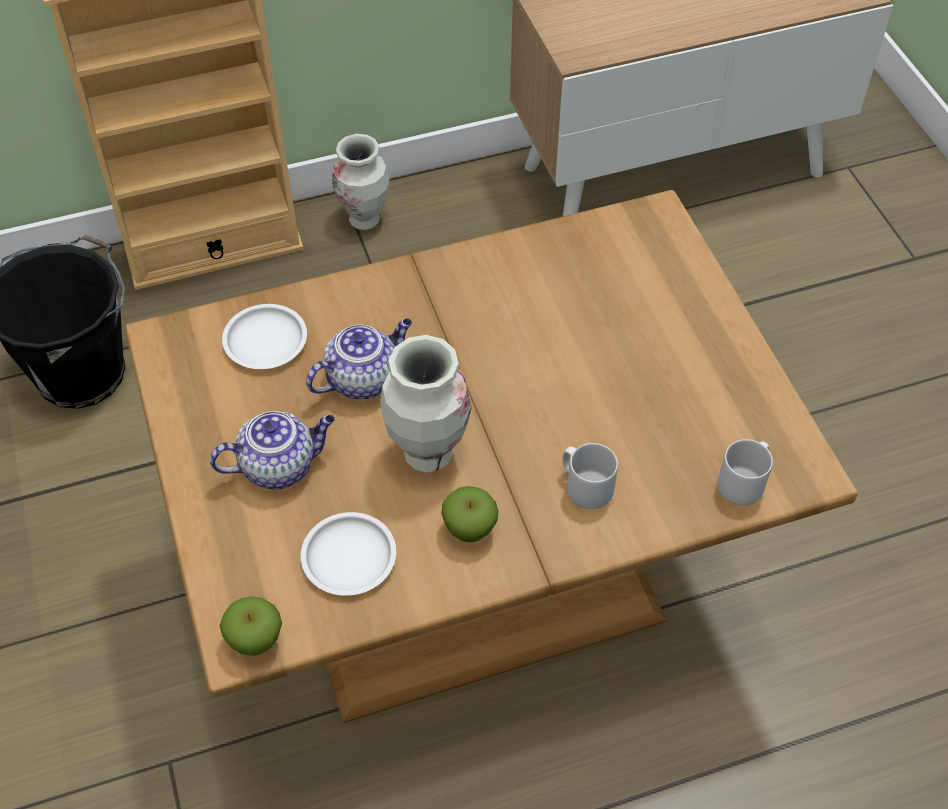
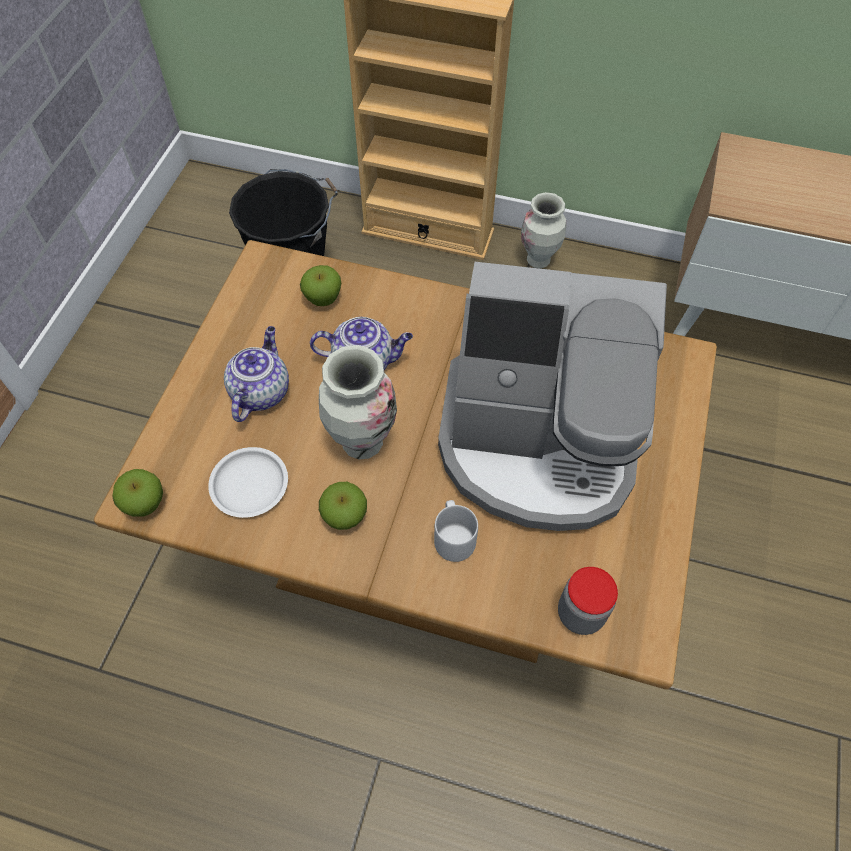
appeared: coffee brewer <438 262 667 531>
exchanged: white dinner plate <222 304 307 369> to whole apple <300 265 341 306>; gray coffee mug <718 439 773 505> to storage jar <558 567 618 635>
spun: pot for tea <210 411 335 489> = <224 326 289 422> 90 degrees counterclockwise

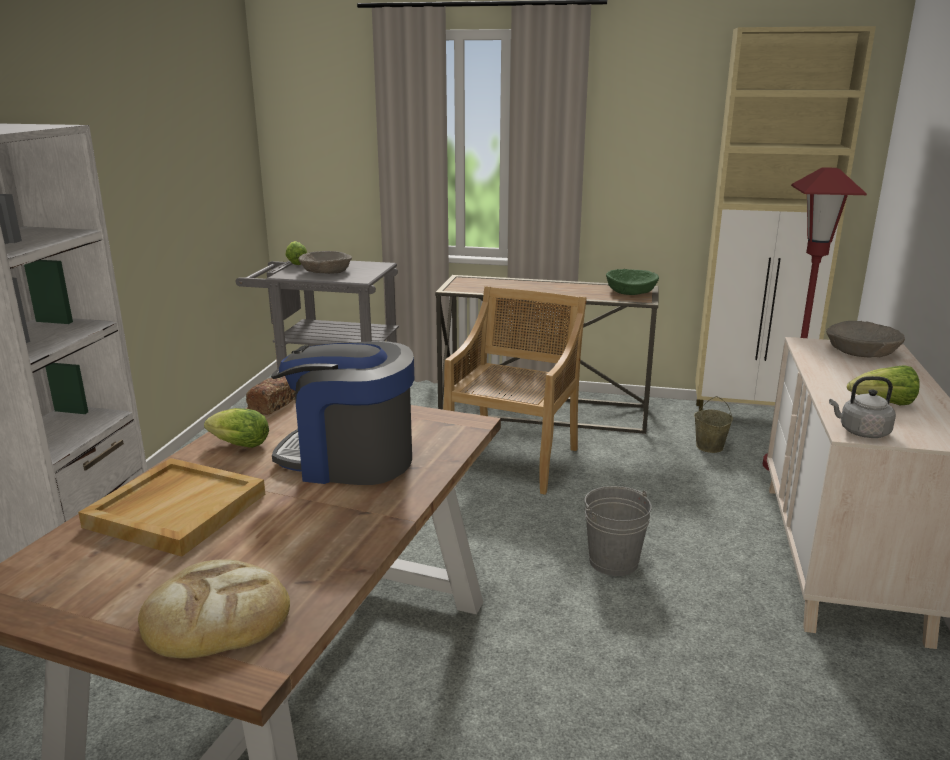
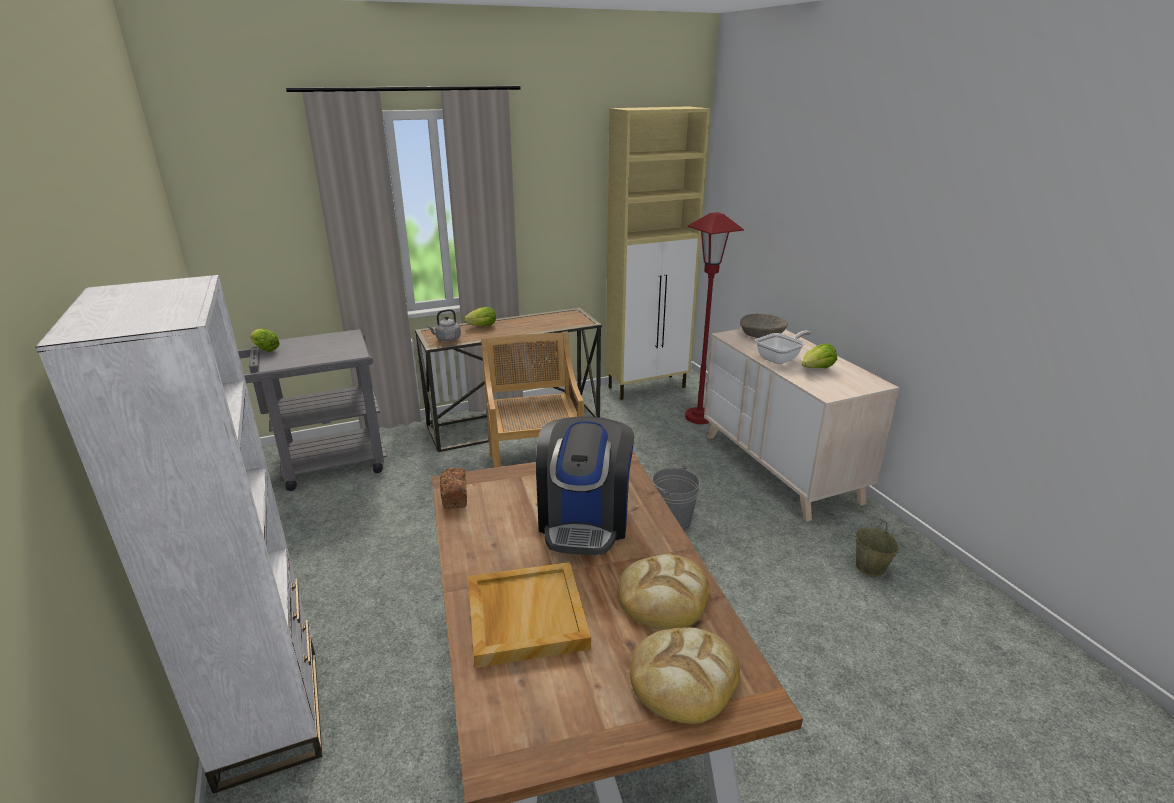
missing: beige-coloured bowl <299 251 352 274>; green-coloured bowl <606 269 659 295>
appeared: bakery bread <617 554 710 630>; skillet <755 331 811 364>
relocated: lettuce head <204 408 269 448> to <464 307 496 326>; beige-coloured water bucket <694 396 733 453> to <855 521 899 576>; gray tea kettle <829 376 896 438> to <427 309 461 341>
spun: coffee brewer <271 341 414 485> = <536 417 634 555> 60 degrees counterclockwise

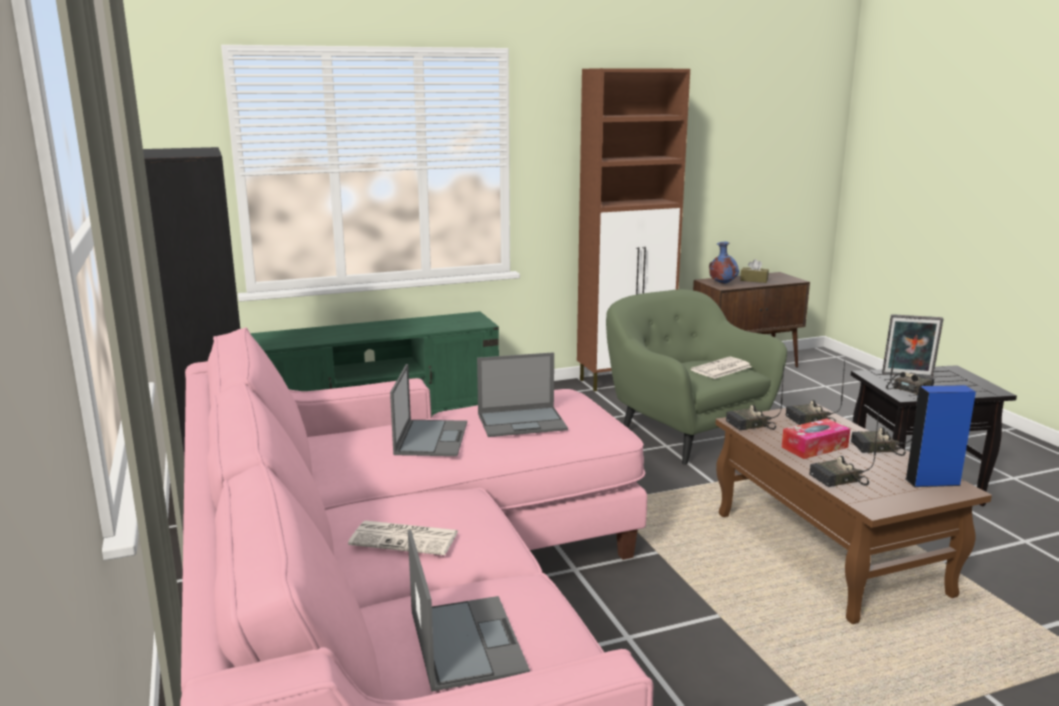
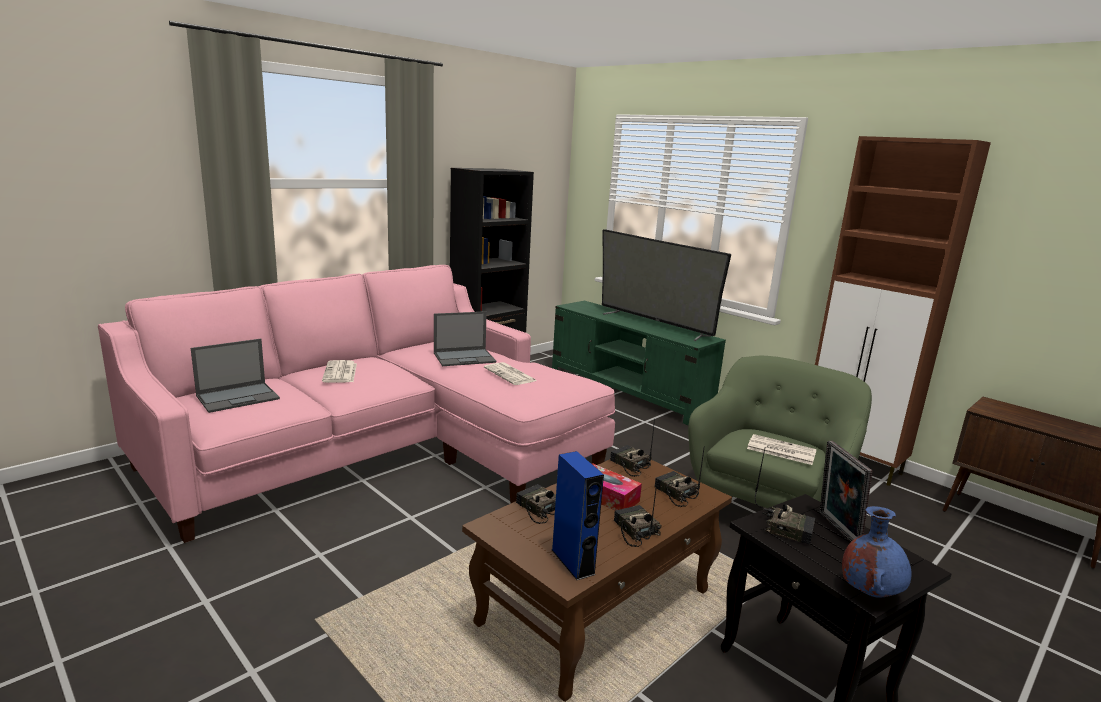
missing: brownish box of tissues <740 259 769 283>
appeared: television <602 229 731 341>
relocated: bluish flower vase <709 242 739 284> to <842 506 911 598>
exchanged: portable computer <477 352 568 437> to daily paper <484 362 536 385>

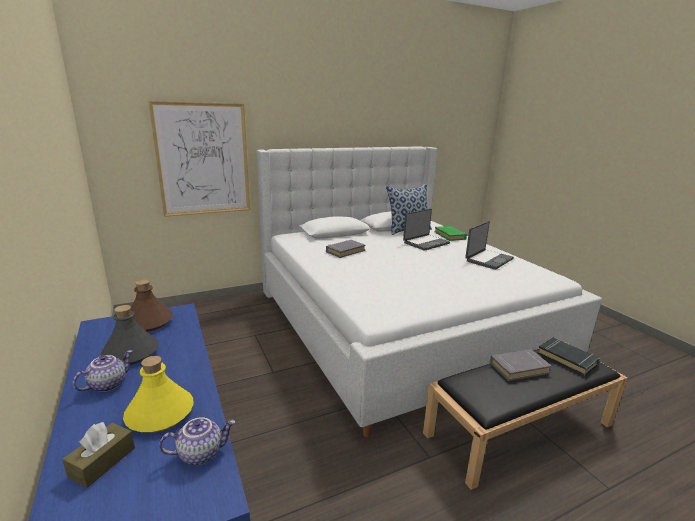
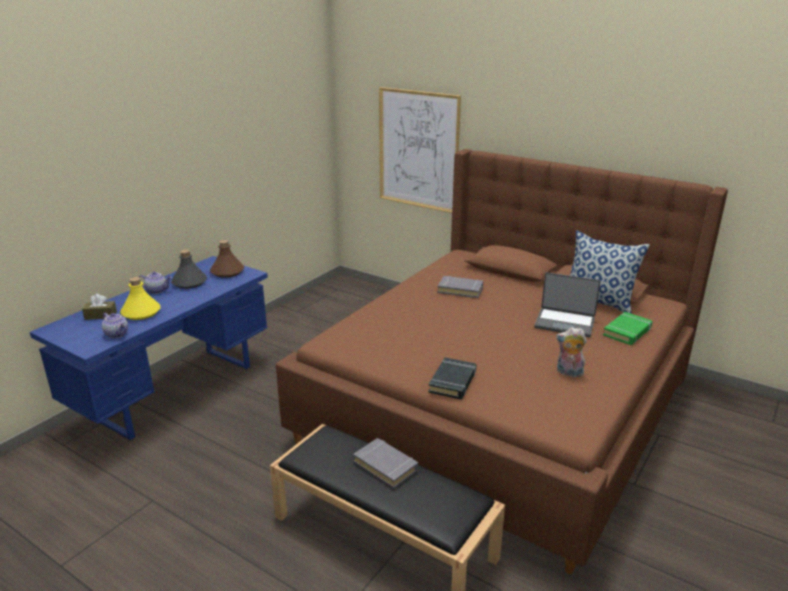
relocated: black-coloured bound book <538 338 600 376> to <428 357 476 399>
exchanged: portable computer <465 221 514 270> to soft toy <556 327 587 377>
colour: white bed <256 147 602 437> to brownish bed <276 149 728 574>

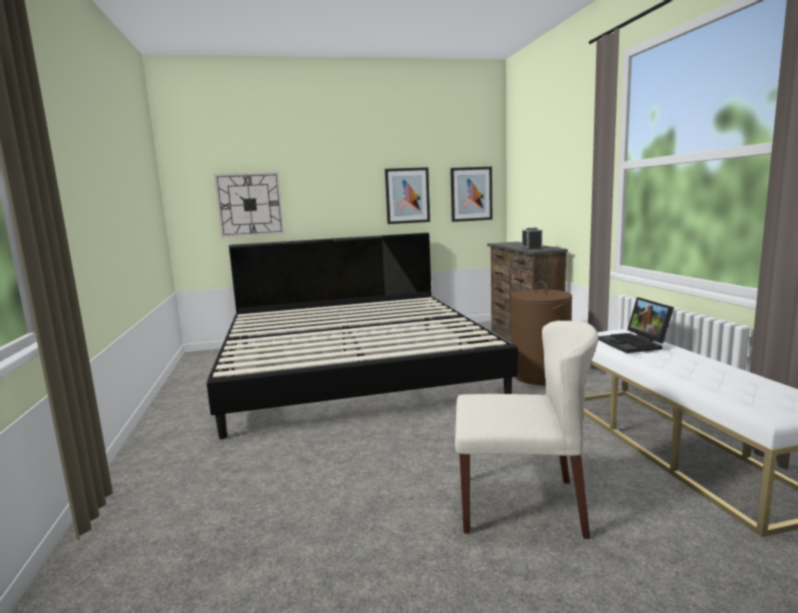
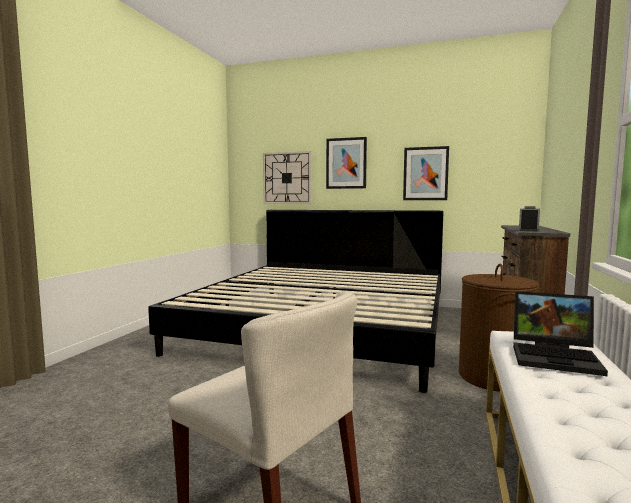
relocated: picture <450 167 492 222> to <326 137 367 189>
spun: portable computer <598 297 674 353> = <513 291 608 376> 90 degrees counterclockwise

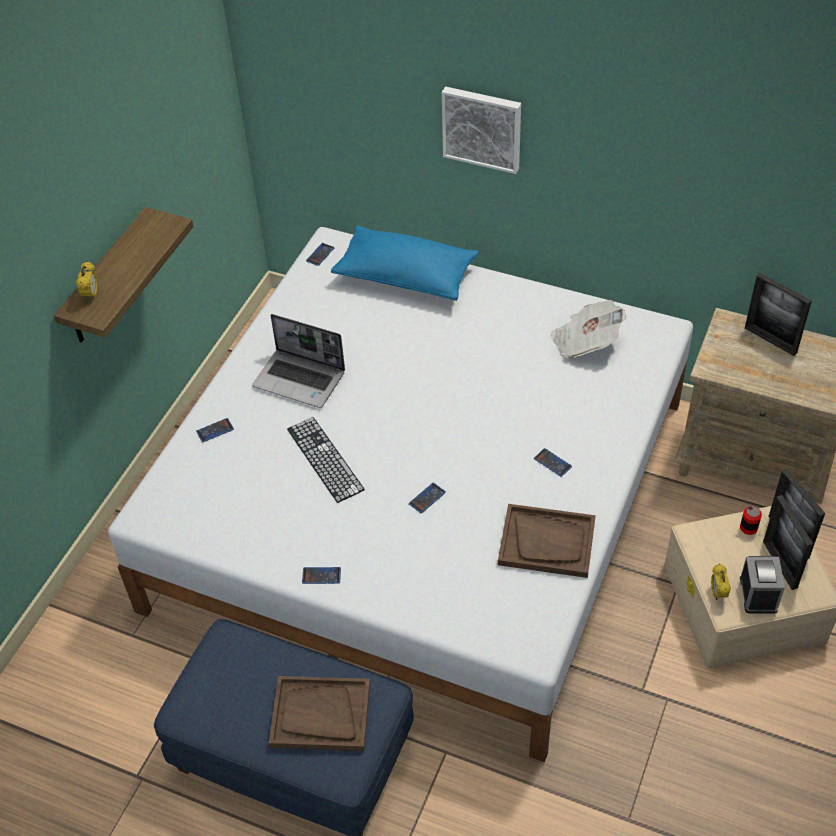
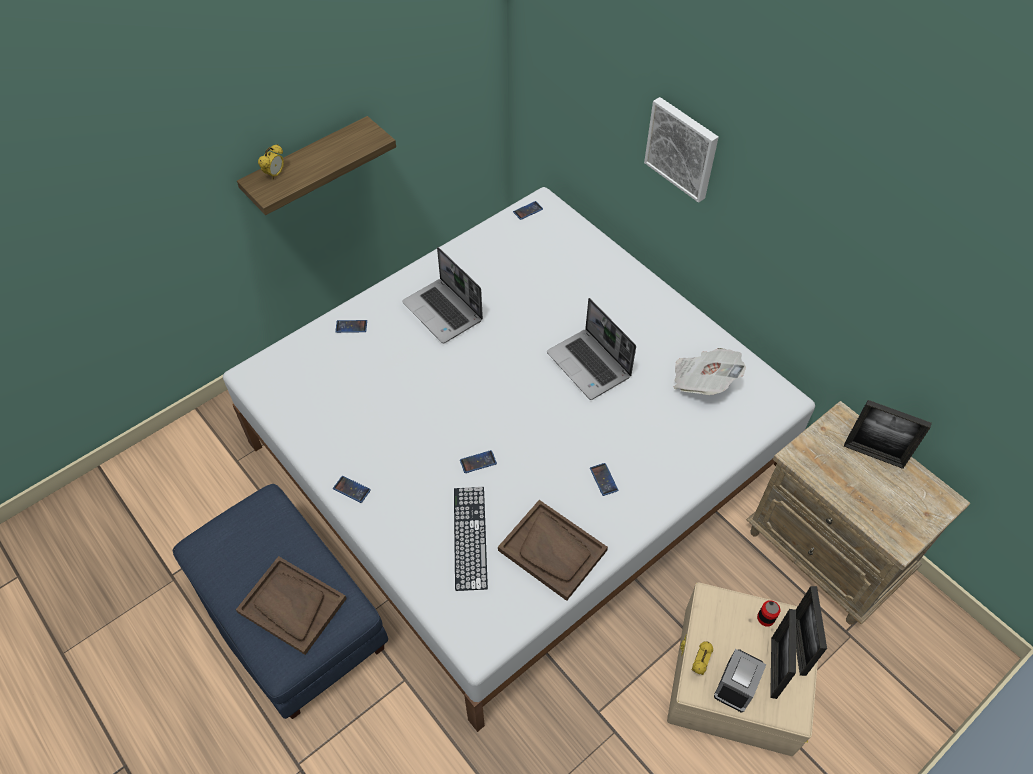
missing: bluish pillow <331 226 479 301>
appeared: portable computer <547 298 636 400>
relocated: PC keyboard <287 417 365 503> to <454 487 488 591>
spun: picture frame <745 273 812 356> = <844 400 932 469> 45 degrees counterclockwise

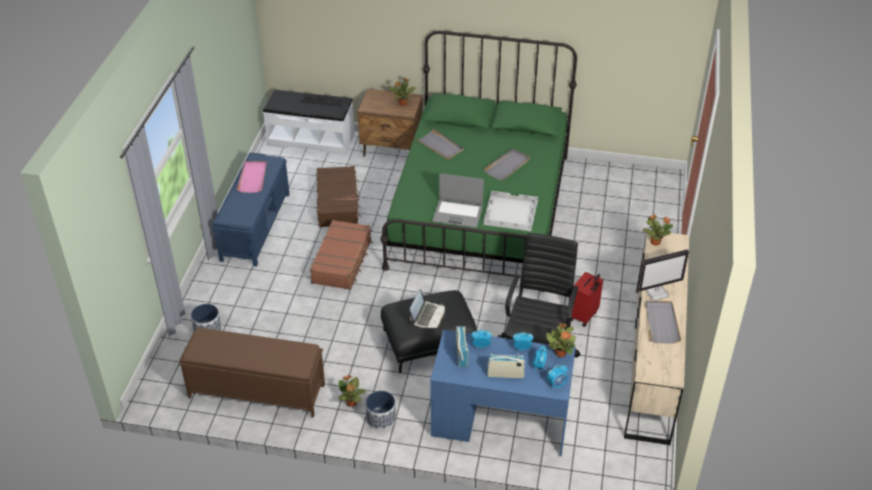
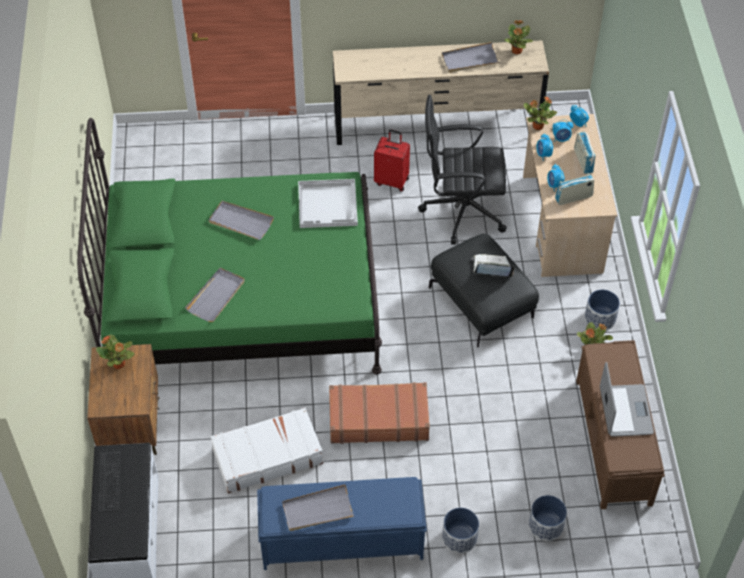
missing: monitor <636 249 689 301>
appeared: flower pot <442 508 479 554>
relocated: portable computer <433 174 484 228> to <600 362 654 437>; plant in a pot <643 215 673 246> to <504 20 533 54>
colour: pinkish carrying tray <237 161 267 193> to gray carrying tray <282 484 354 531>; brownish suitcase <316 166 361 227> to white suitcase <211 408 323 494>; bluish desk table <430 330 576 456> to beige-coloured desk table <523 114 617 277>

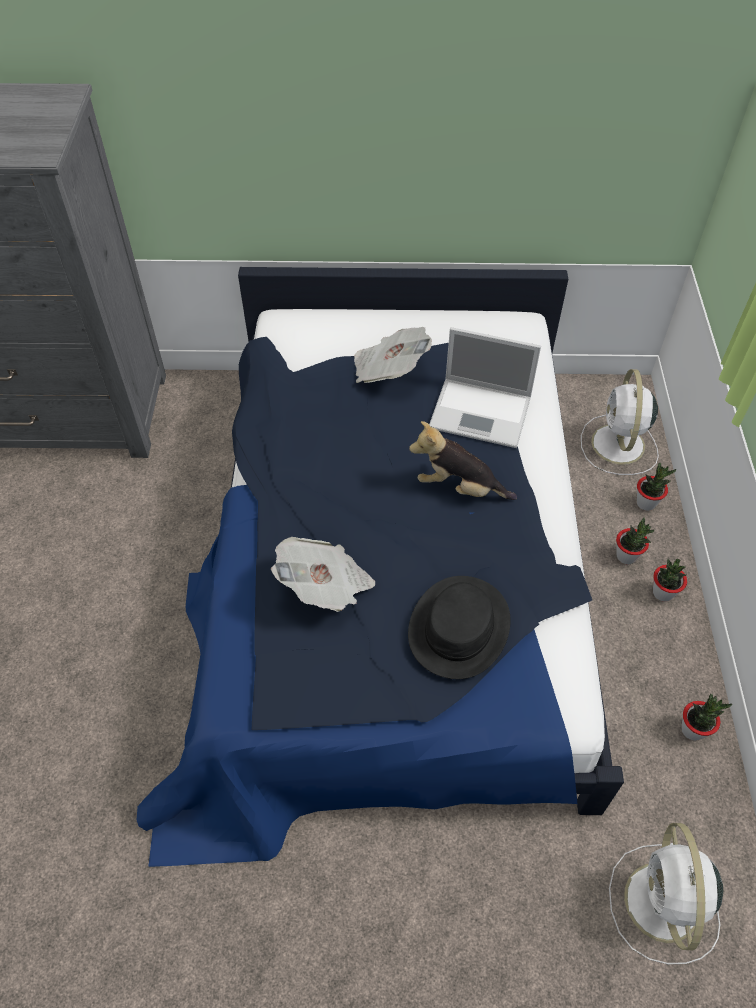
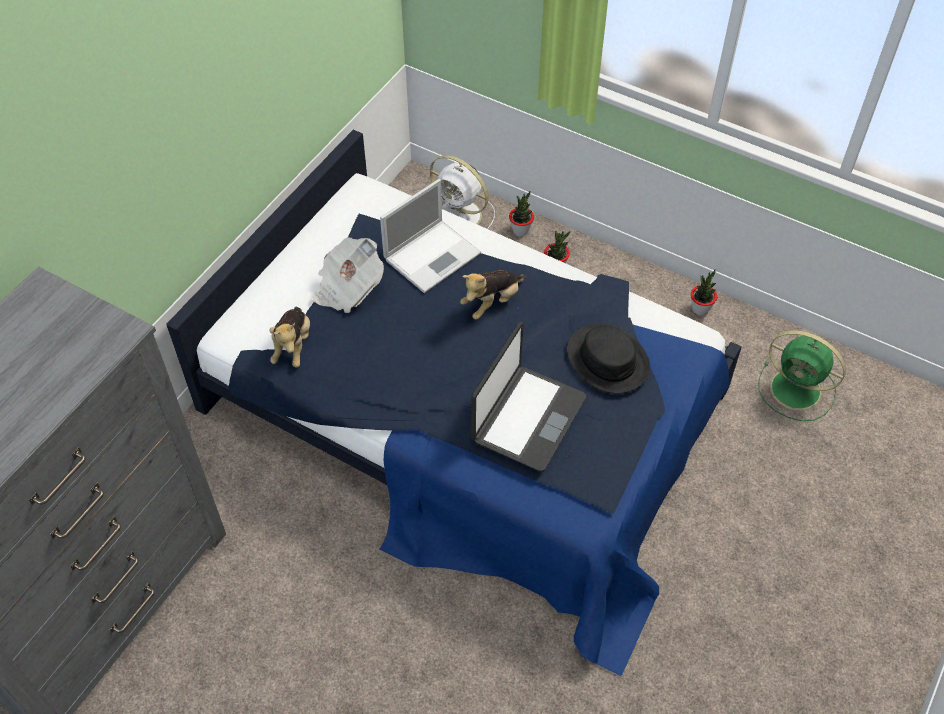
missing: plant in a pot <653 559 687 602>
appeared: soft toy <270 307 310 368>
exchanged: daily paper <271 537 375 612> to portable computer <471 322 586 472>
colour: white cooling fan <609 823 723 964> to green-coloured cooling fan <758 331 846 421>

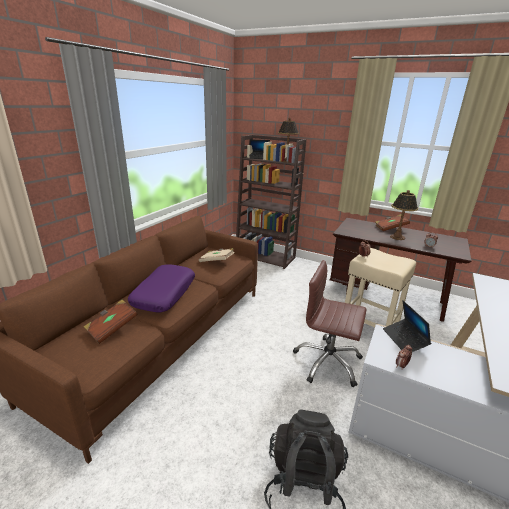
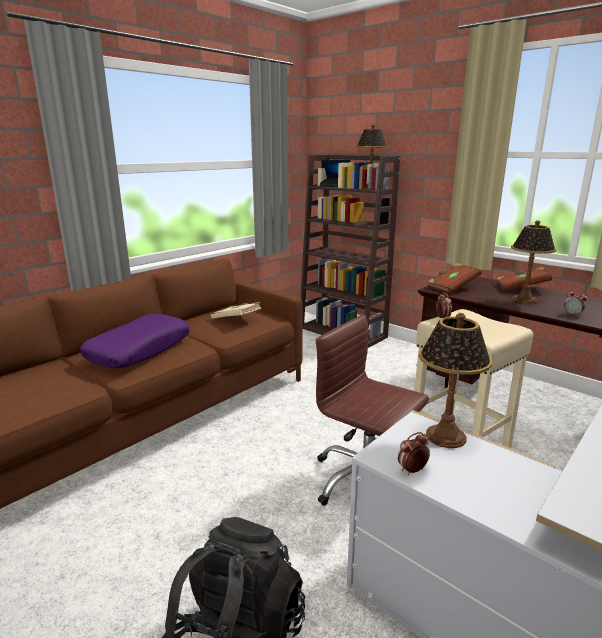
relocated: brownish bound book <84 300 138 344> to <428 263 482 293>
exchanged: portable computer <383 300 431 352> to lamp for a table <418 313 492 448>

